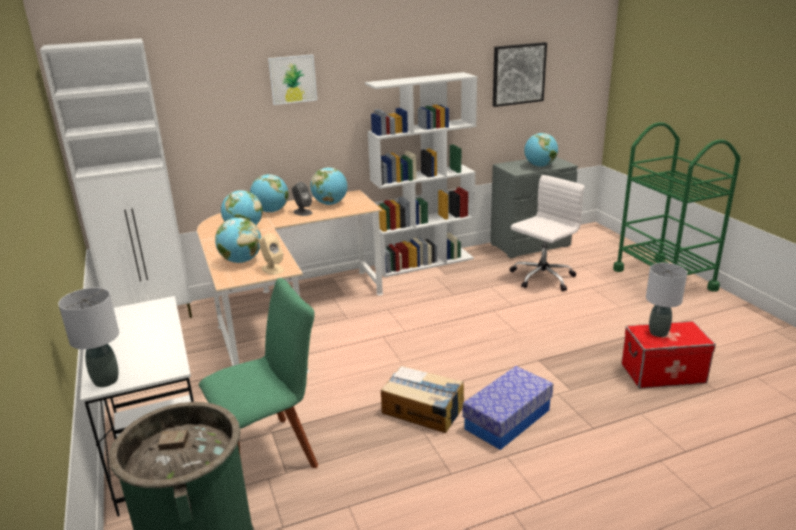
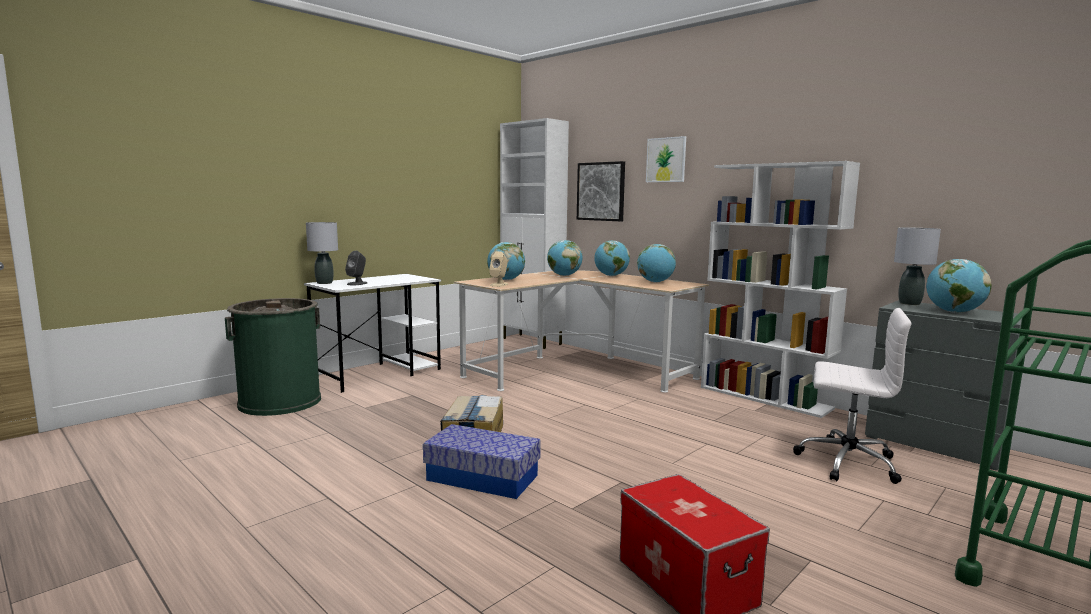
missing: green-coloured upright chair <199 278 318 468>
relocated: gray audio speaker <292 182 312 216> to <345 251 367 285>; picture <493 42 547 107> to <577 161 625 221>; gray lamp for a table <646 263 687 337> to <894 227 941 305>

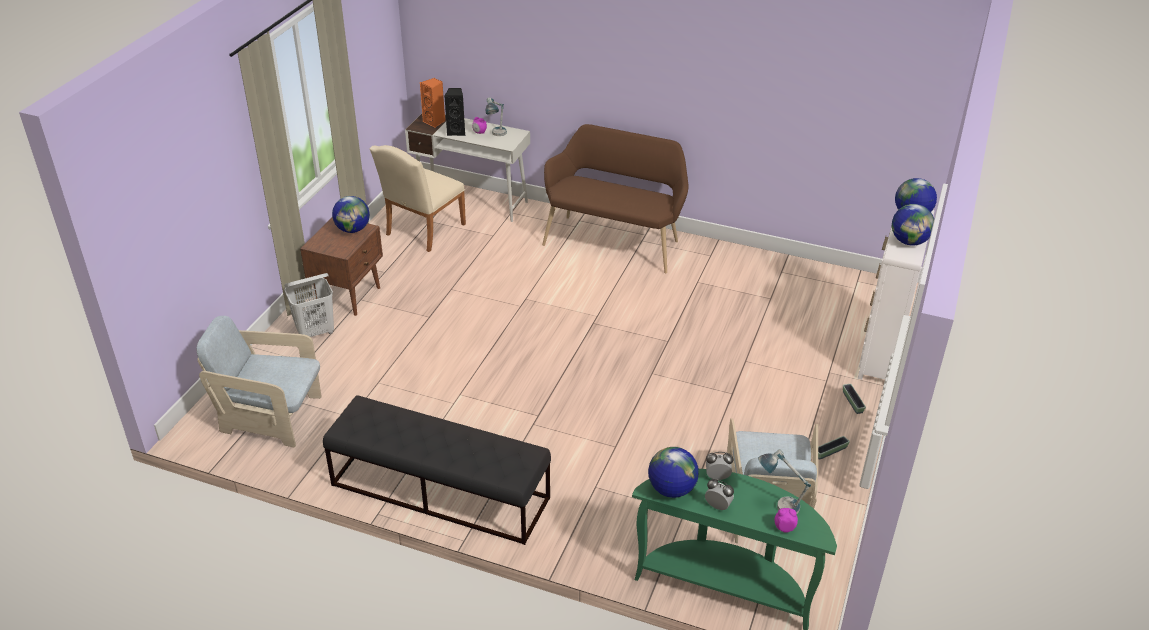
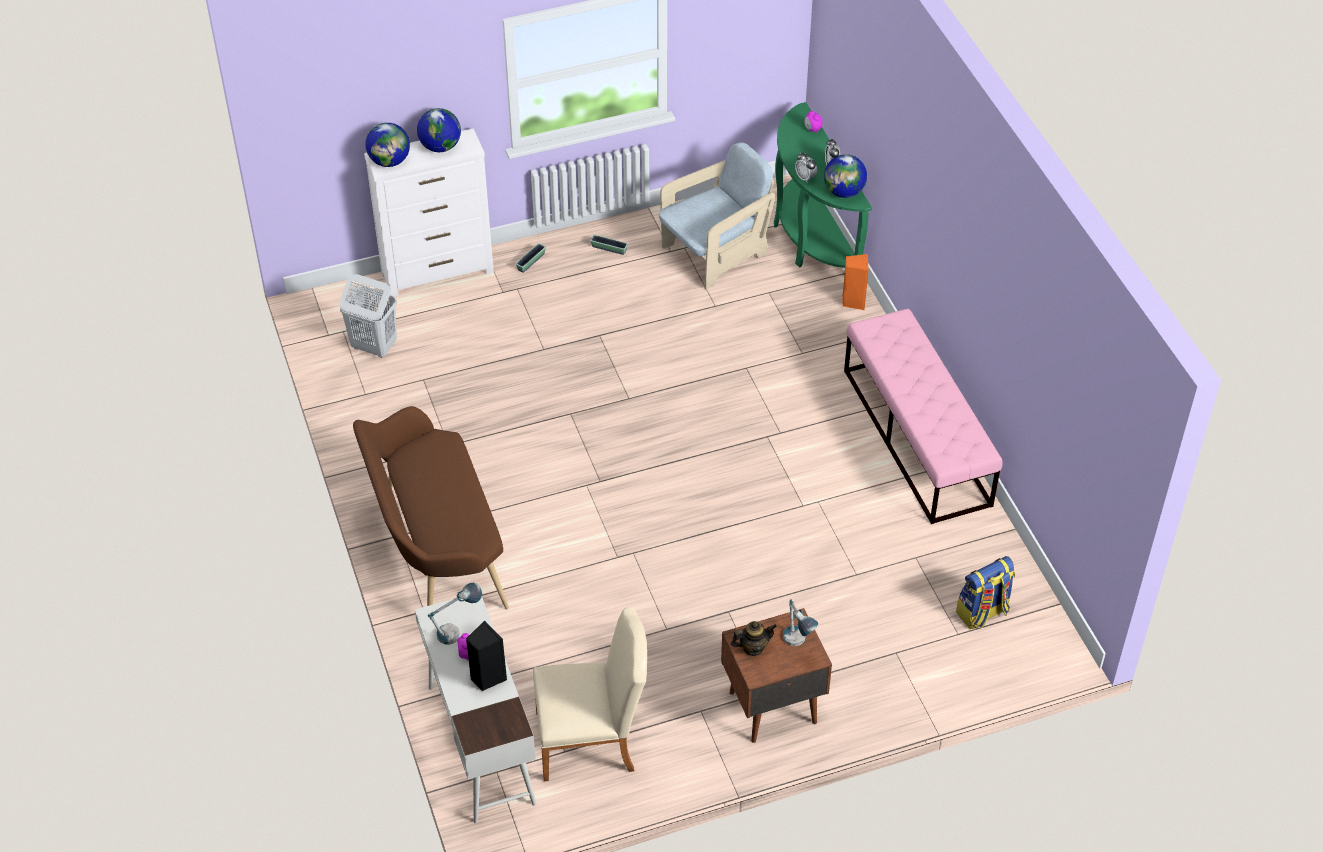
relocated: white washing basket <284 273 334 337> to <339 274 397 357>; orange audio speaker <420 78 445 128> to <842 254 869 310>; lamp for a table <758 449 811 514> to <783 599 818 646>
exchanged: beige-coloured lounge chair <197 316 321 447> to knapsack <956 556 1015 629>; globe <332 196 370 233> to pot for tea <731 621 777 656>
colour: black-coloured bench <323 395 551 545> to pinkish bench <844 309 1003 524>

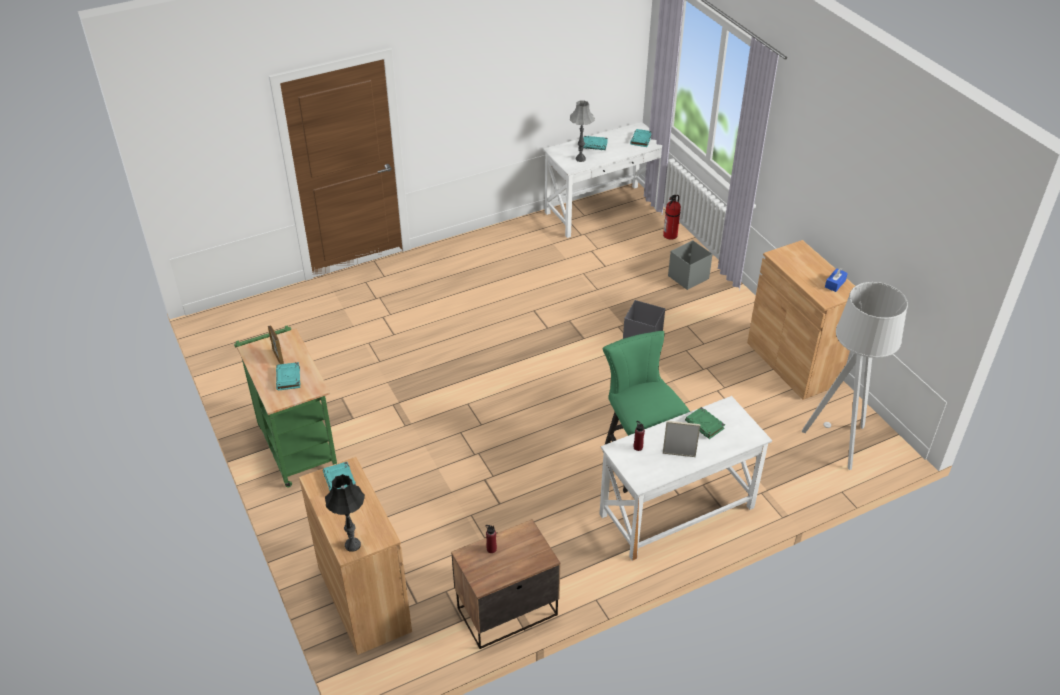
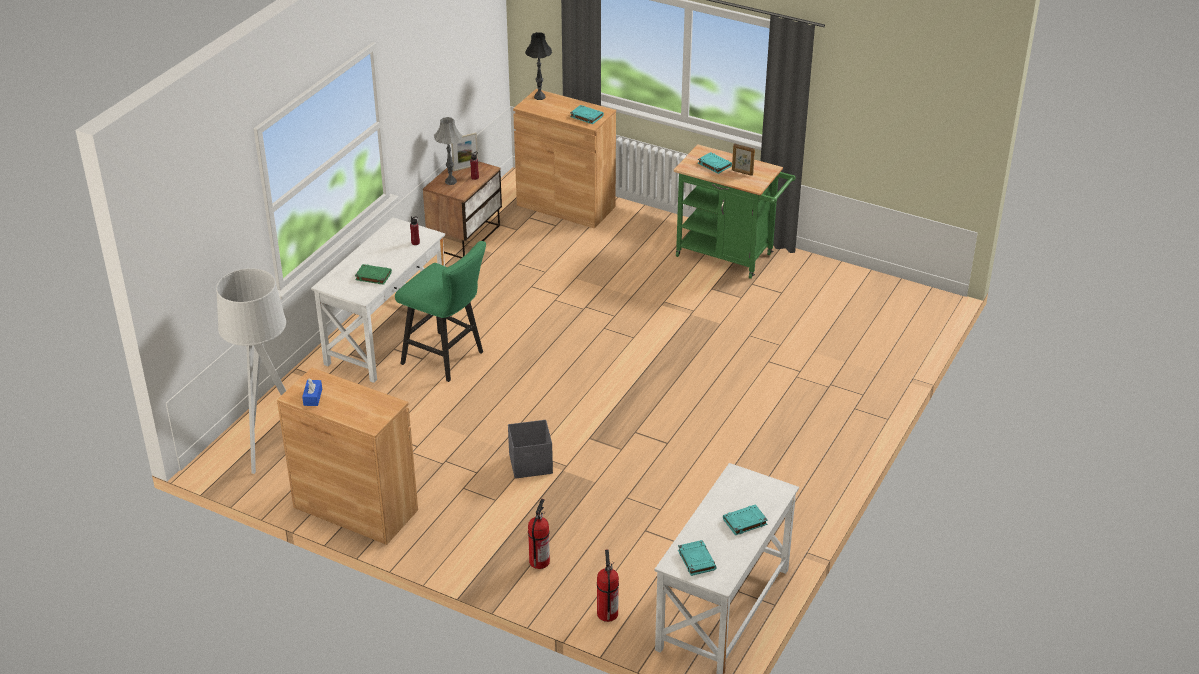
relocated: gray lamp for a table <570 100 595 162> to <434 117 462 185>; picture frame <663 421 700 457> to <451 133 478 171>
exchanged: gray storage box <668 240 713 290> to fire extinguisher <528 499 550 569>

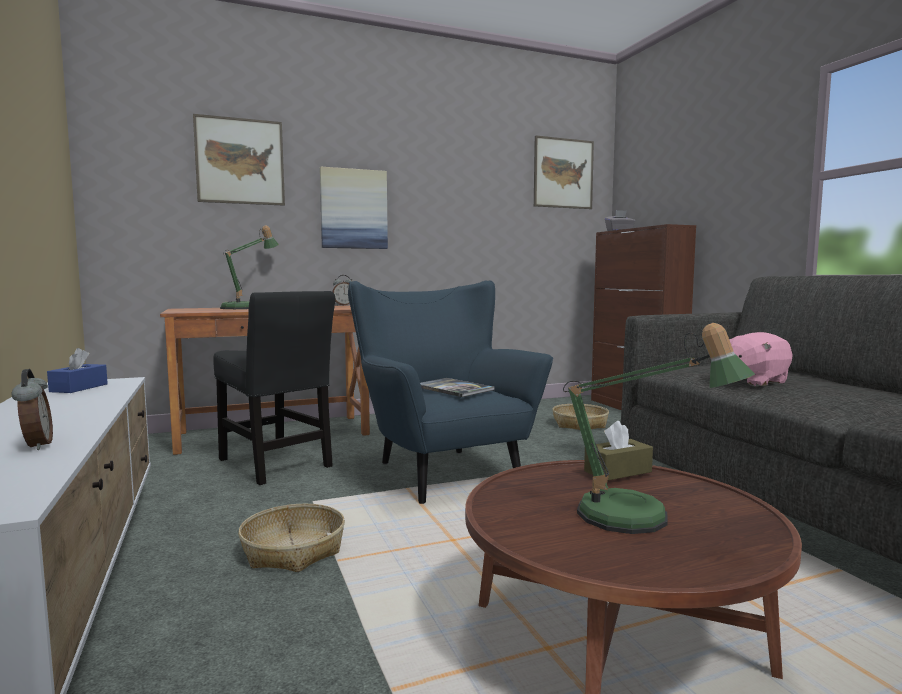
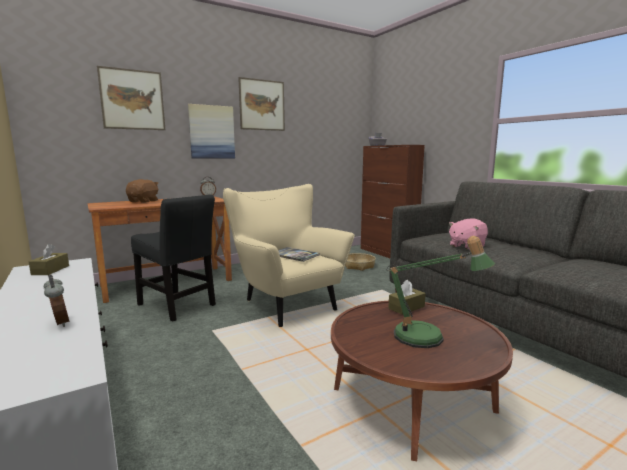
missing: household basket <238 504 345 572>
relocated: picture <534 136 594 209> to <238 77 285 131>
exchanged: lamp for a table <220 225 279 309> to brownish soft toy <126 179 159 203>
colour: bluish box of tissues <47 348 108 393> to brownish box of tissues <29 244 69 275>; bluish lounge chair <348 280 553 504> to beige-coloured lounge chair <223 184 354 327>

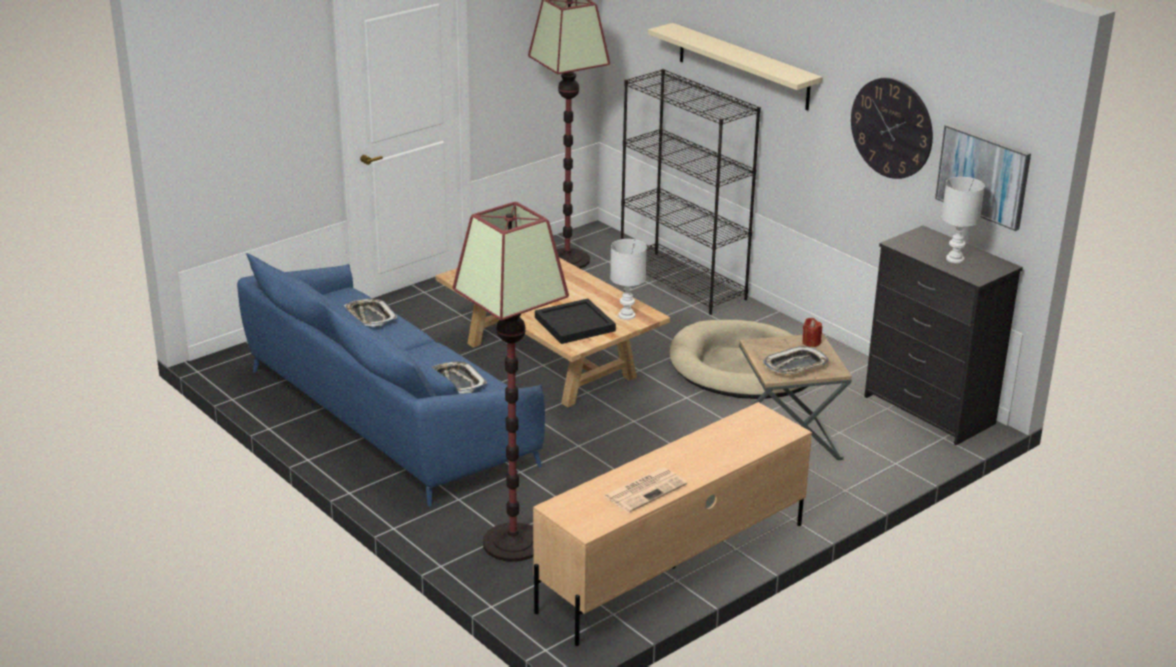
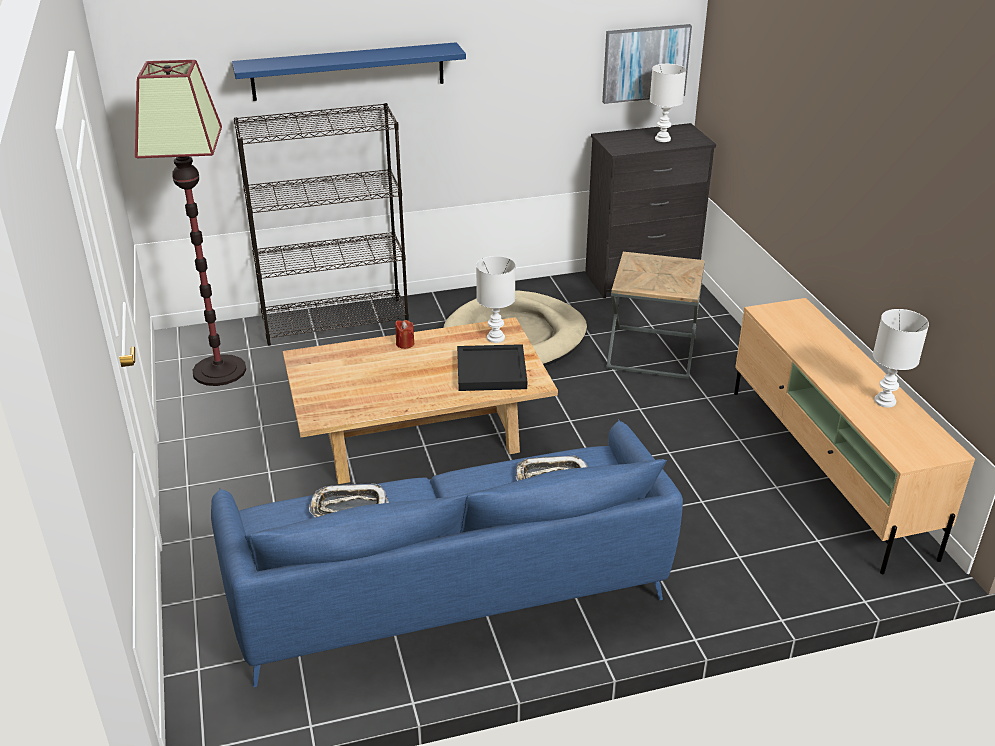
missing: standard lamp <453 202 569 562>; carrying tray <763 346 829 374>; clock on the wall <851 77 933 179>
relocated: red-coloured wax candle <803 318 822 347> to <395 320 414 349>
exchanged: daily paper <603 467 687 513> to white lamp for a table <873 309 929 408>
colour: beige-coloured bracket shelf <648 23 823 111> to bluish bracket shelf <232 42 466 101>

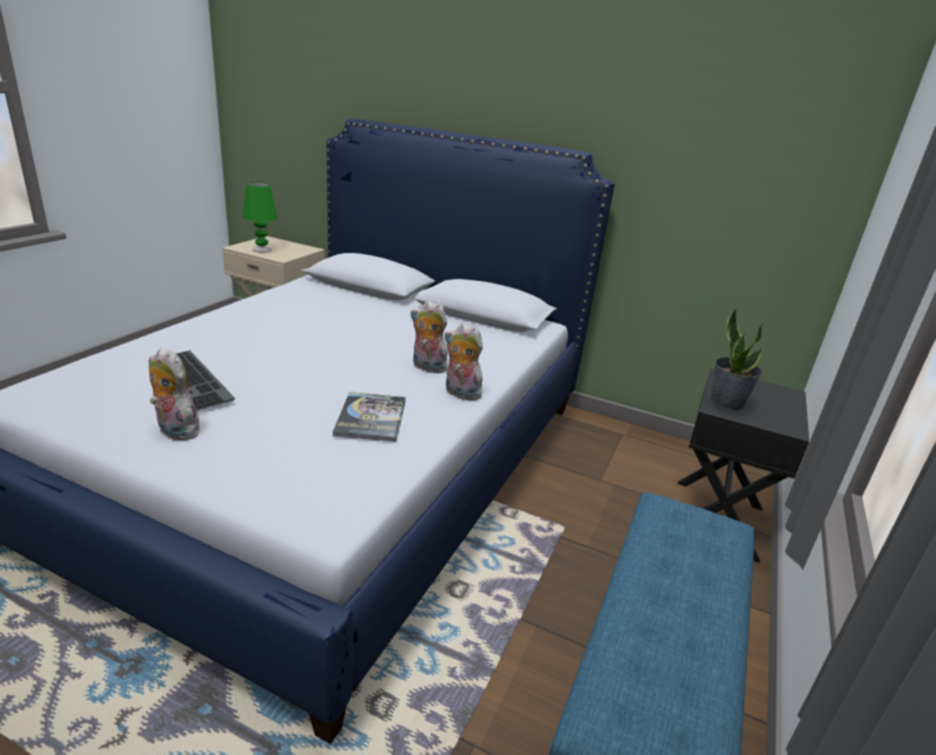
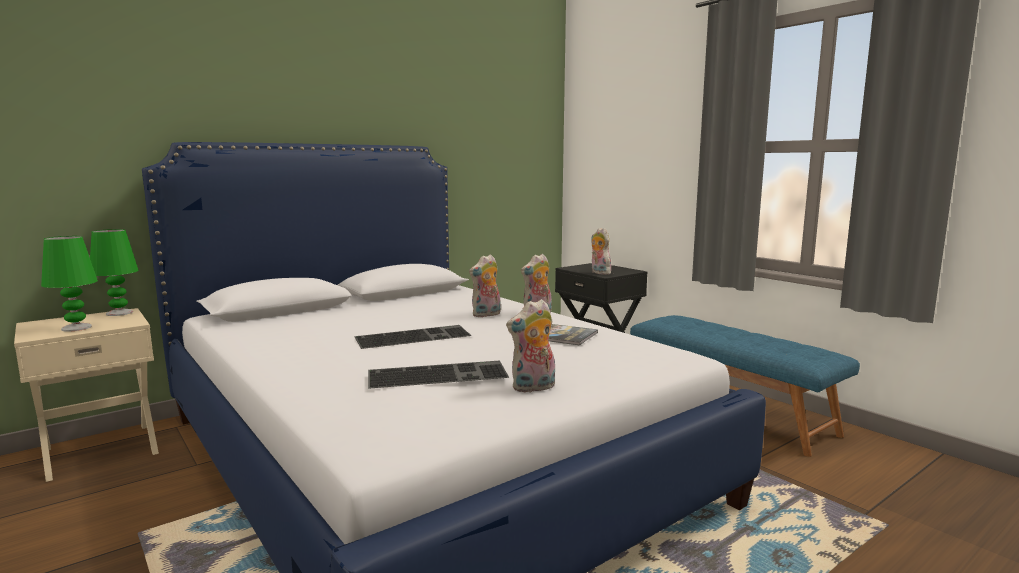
appeared: green-coloured lamp for a table <90 229 138 316>; PC keyboard <354 325 471 349>
exchanged: plant in a pot <711 308 763 410> to soft toy <591 228 611 275>

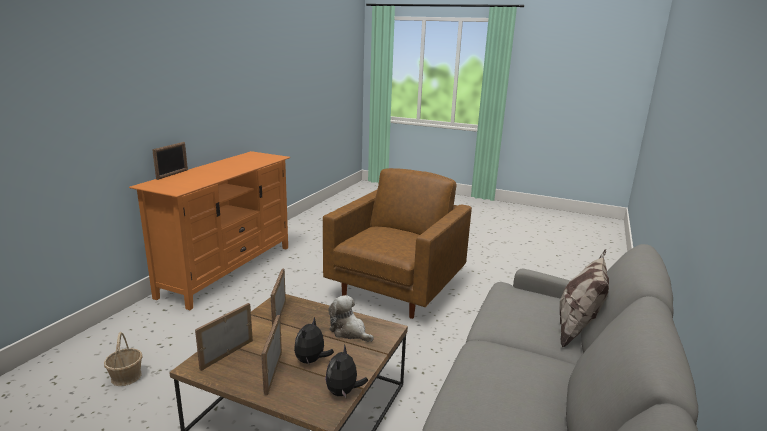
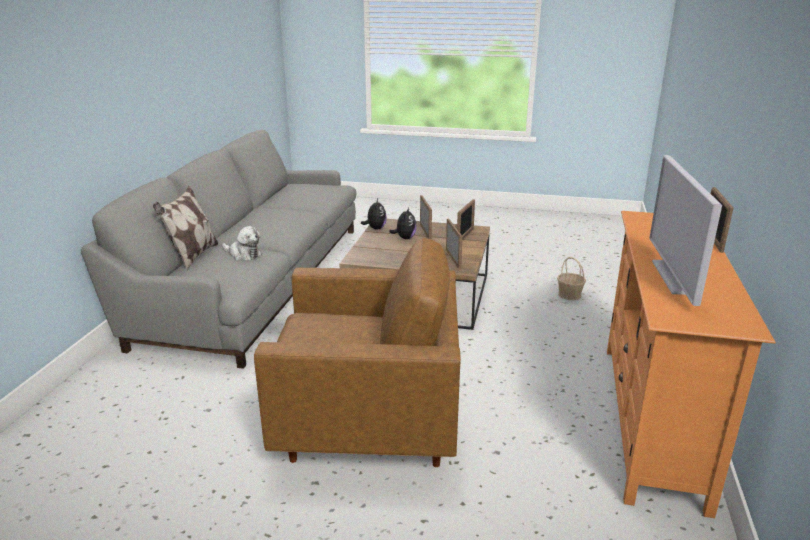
appeared: television <649 155 722 306>
relocated: soft toy <328 295 374 342> to <222 226 262 260>
spun: brownish lounge chair <323 168 472 319> = <254 238 461 467> 105 degrees counterclockwise

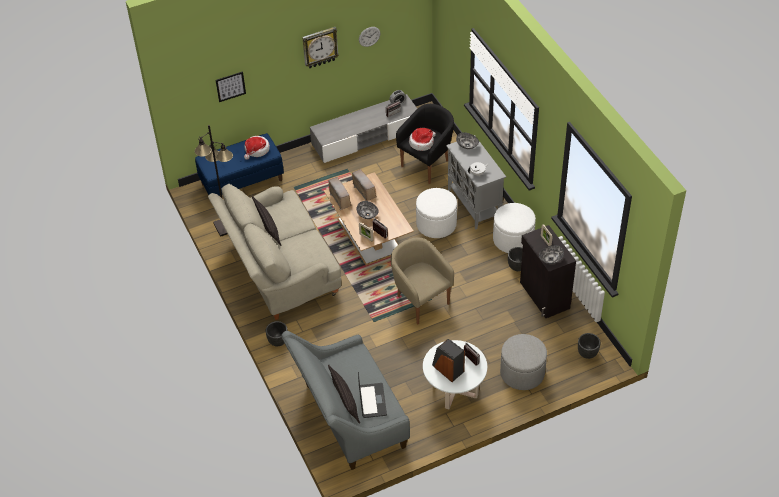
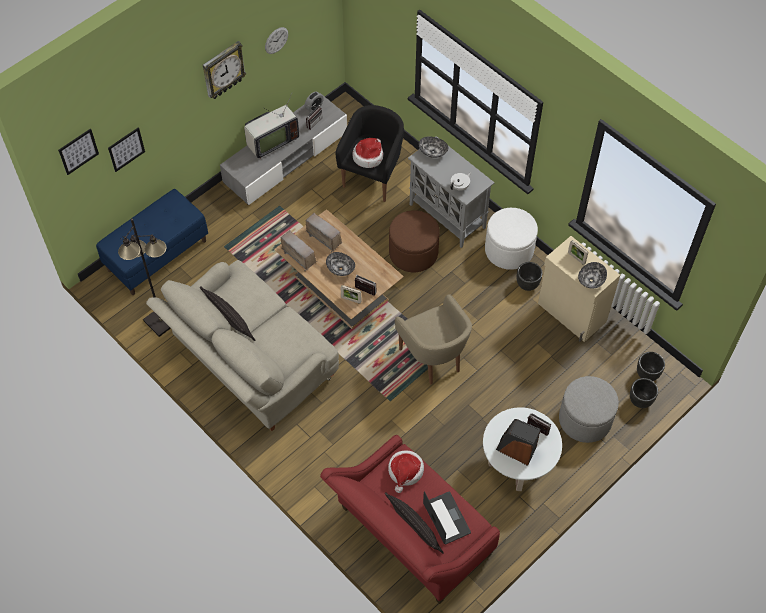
appeared: picture <58 128 99 175>; television <244 94 299 159>
relocated: hat <244 136 270 160> to <388 451 424 493>; black-coloured flower pot <266 321 288 346> to <630 378 658 408>
colour: gray couch <281 331 410 470> to red-coloured couch <320 435 500 604>; white pouffe <416 188 457 238> to brownish pouffe <389 210 440 272>; black-coloured cabinet <520 225 576 318> to beige-coloured cabinet <538 236 620 342>
spun: beige-coloured lounge chair <391 238 454 324> = <395 294 472 384> 150 degrees counterclockwise

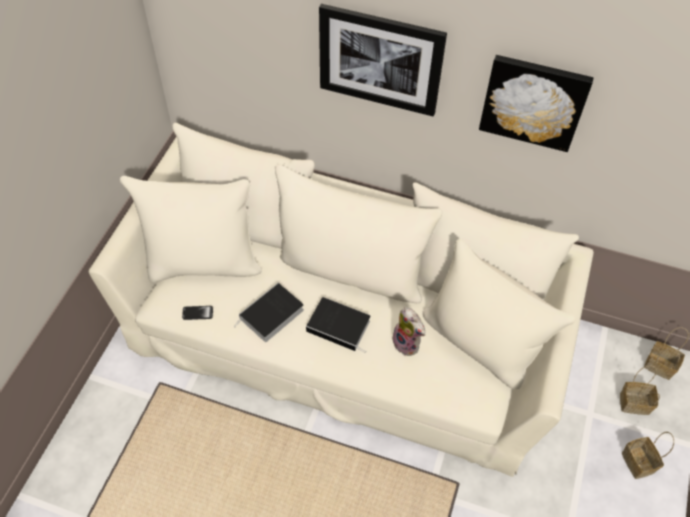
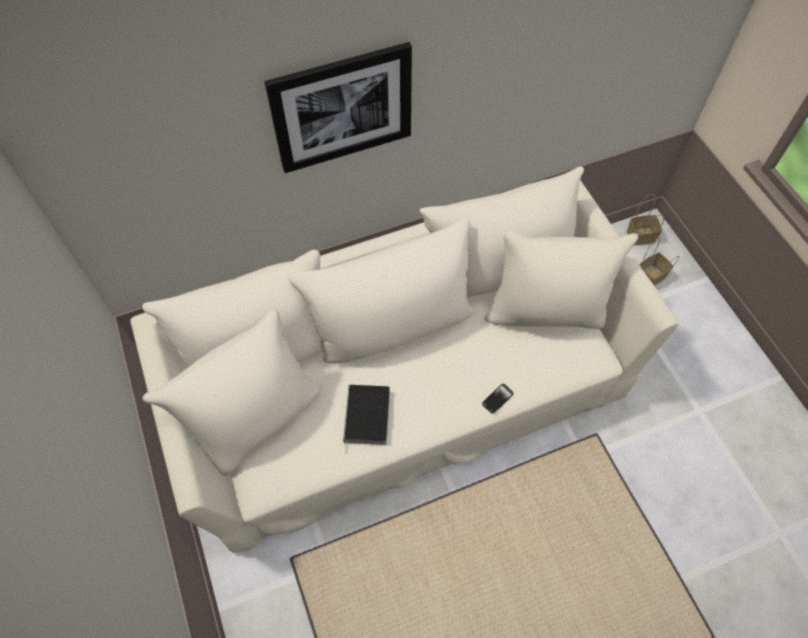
missing: bound book <306 297 370 353>; soft toy <392 307 425 356>; picture <479 55 594 152>; household basket <622 432 674 479>
relocated: handset <182 306 213 320> to <482 384 514 414>

